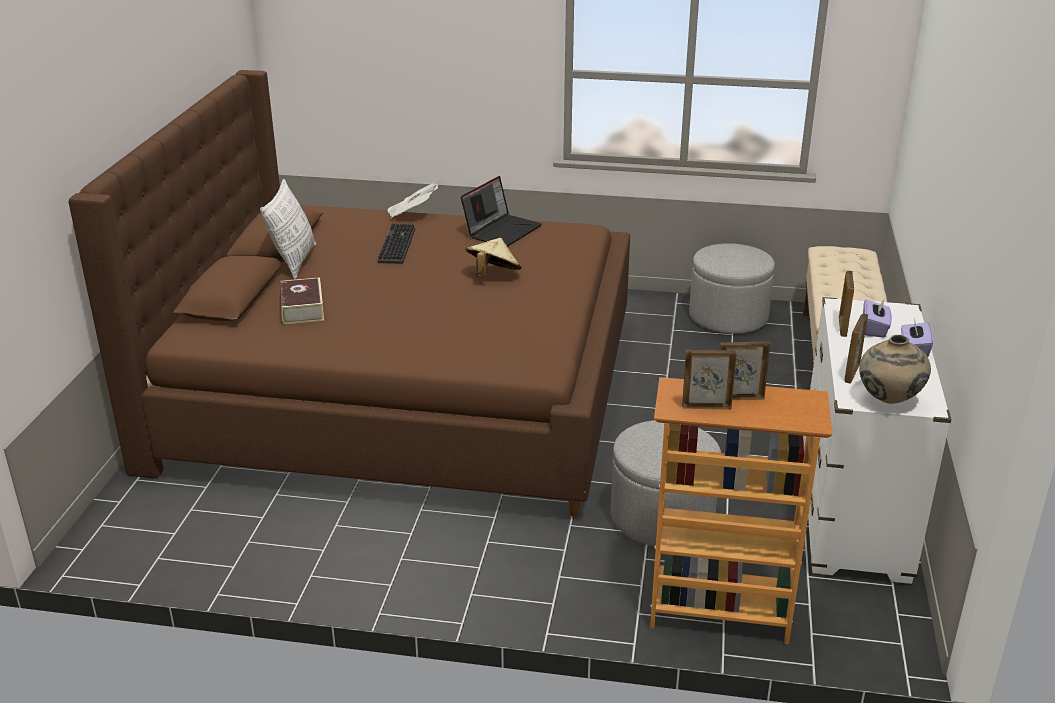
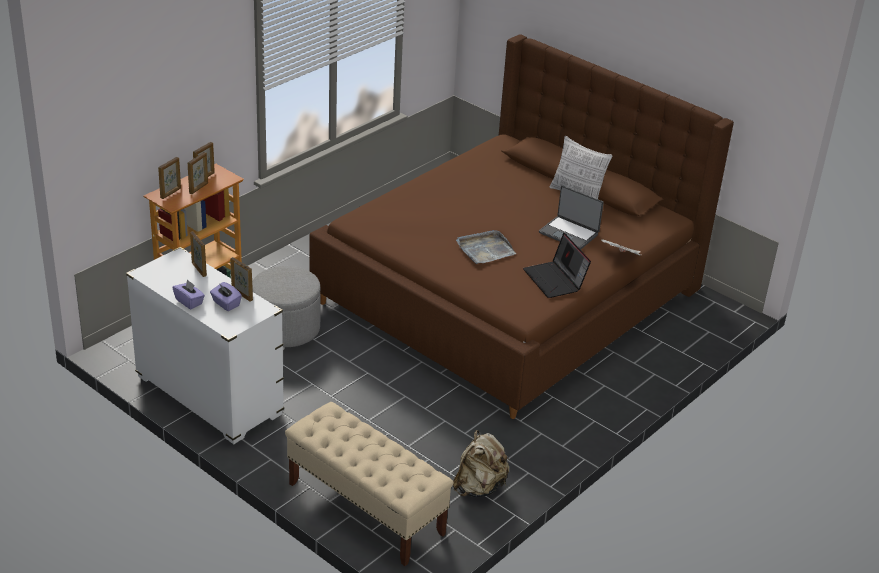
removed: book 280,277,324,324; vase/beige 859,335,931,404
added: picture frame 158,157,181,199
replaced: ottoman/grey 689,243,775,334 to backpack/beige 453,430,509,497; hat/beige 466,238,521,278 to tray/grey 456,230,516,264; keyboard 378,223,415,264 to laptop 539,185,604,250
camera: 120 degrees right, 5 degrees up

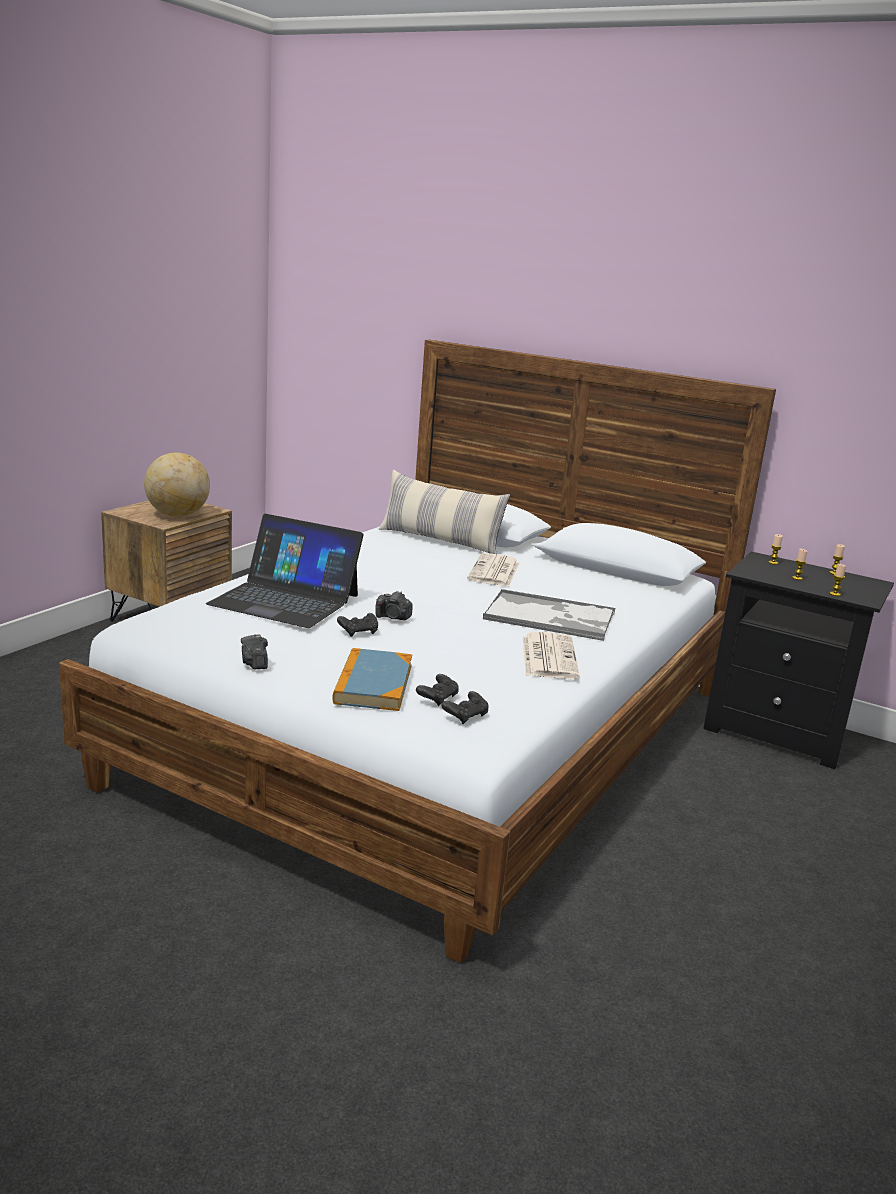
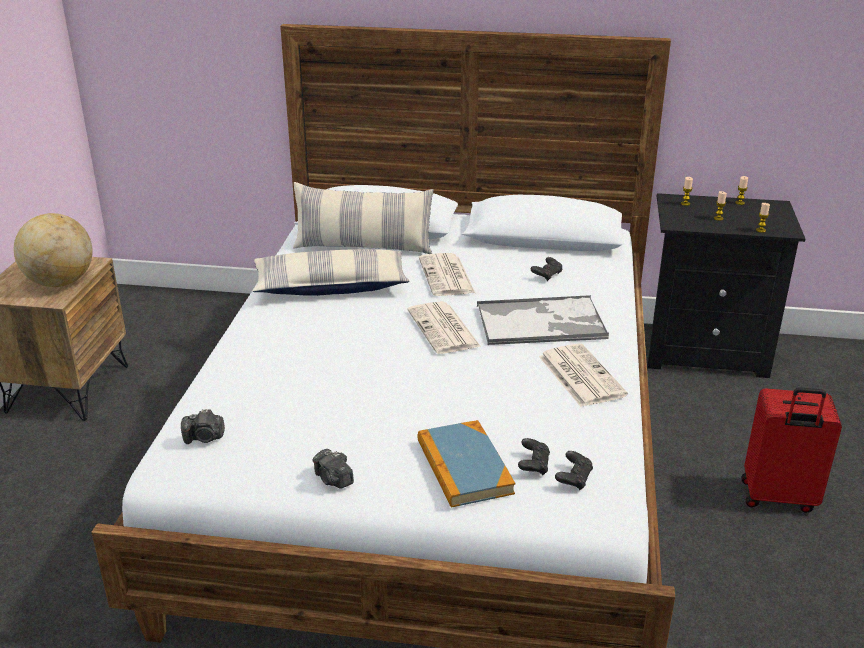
removed: laptop 206,514,363,628
added: pillow 252,249,410,296; newspaper 407,301,481,354; suitcase/red 741,387,842,513
moved: photo camera 376,591,412,620 to 181,409,225,444; game controller/black 337,613,378,637 to 531,257,562,281
camera: 20 degrees left, 10 degrees up

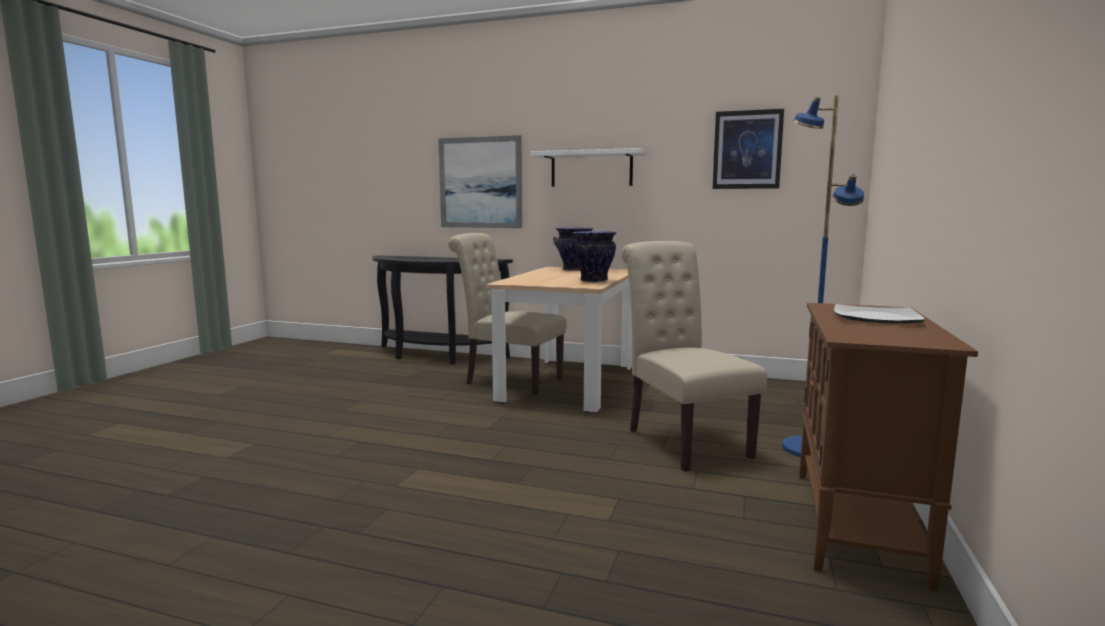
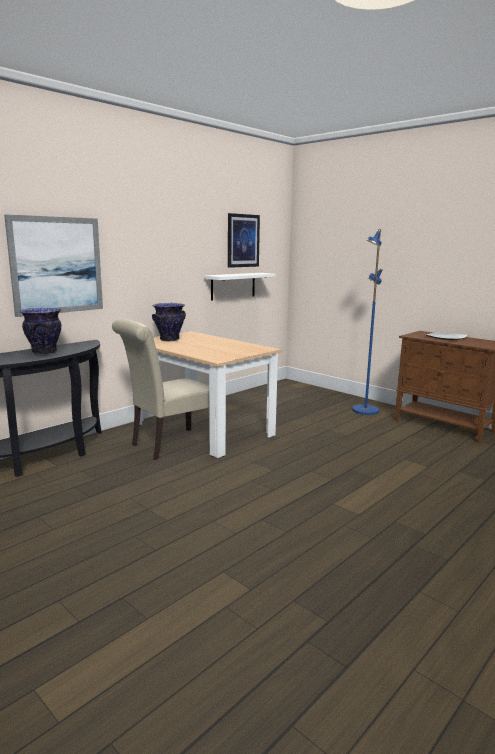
removed: chair/beige 621,241,767,472
moved: vase 572,231,617,283 to 19,308,62,355; shelf/white 530,148,646,187 to 204,273,276,301
camera: 65 degrees left, 5 degrees up

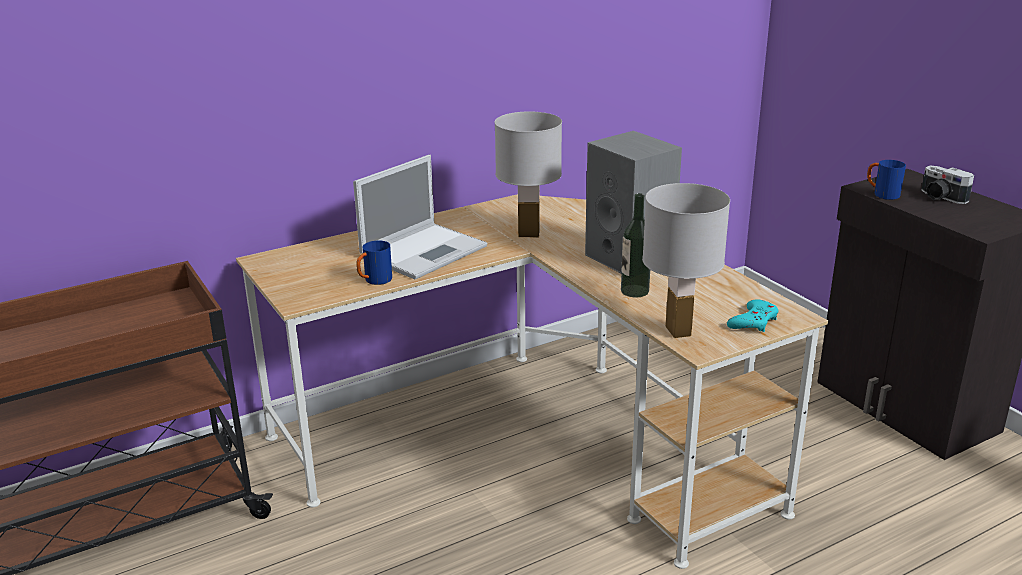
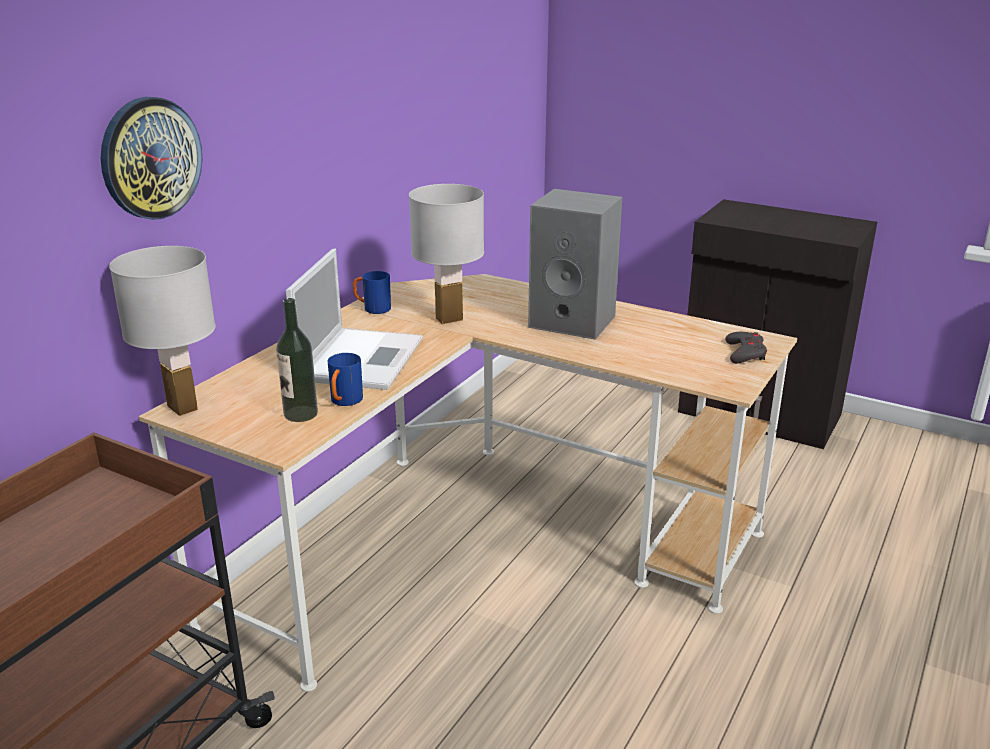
removed: photo camera 922,166,974,204
added: wall clock 101,97,202,220
moved: table lamp/white 642,183,730,338 to 109,246,216,416; bottle 621,193,650,298 to 276,298,318,422; mug/blue 867,160,906,200 to 353,271,391,314
recoloured: game controller/turquoise 727,299,778,332 to game controller/grey 725,332,767,364
camera: 30 degrees left, 0 degrees up

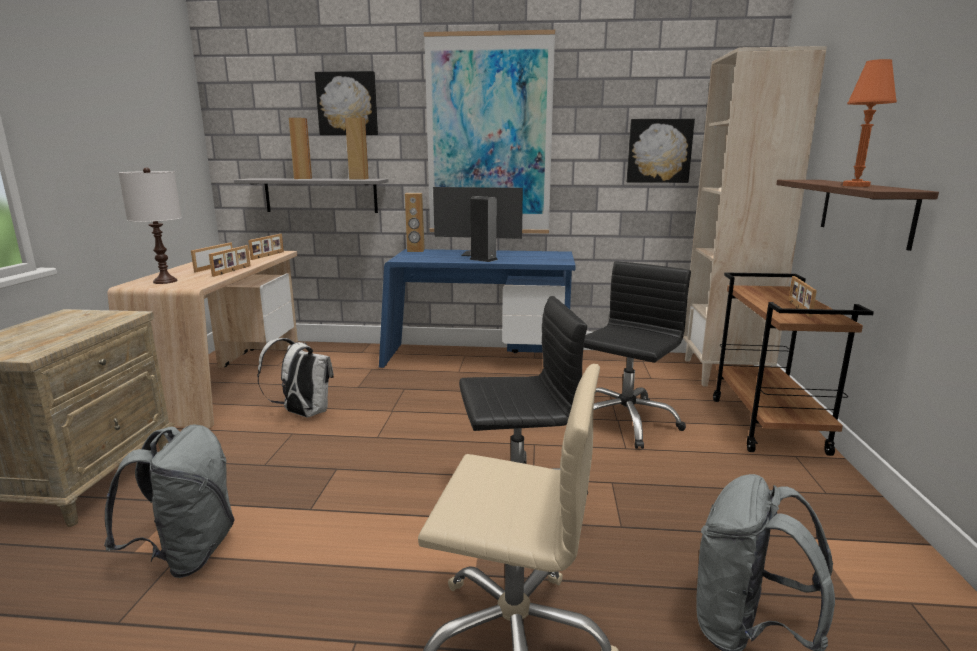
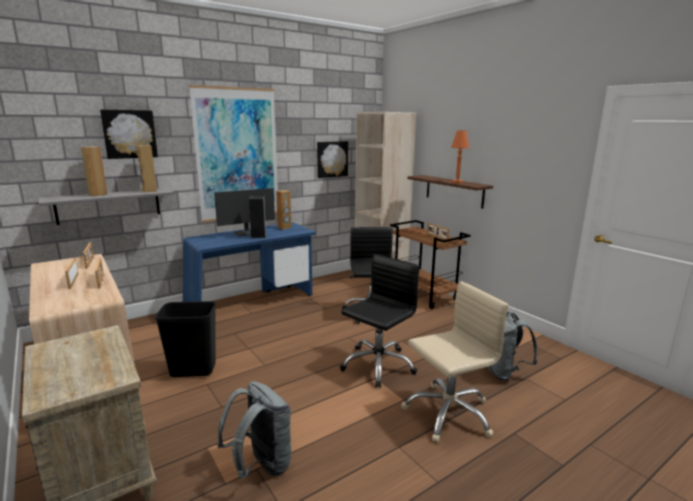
removed: table lamp/white 118,168,182,284
moved: speaker/brown 405,193,425,252 to 276,190,291,230
replaced: backpack/white 257,338,334,417 to trash can/black 155,301,216,377
camera: 40 degrees left, 0 degrees up

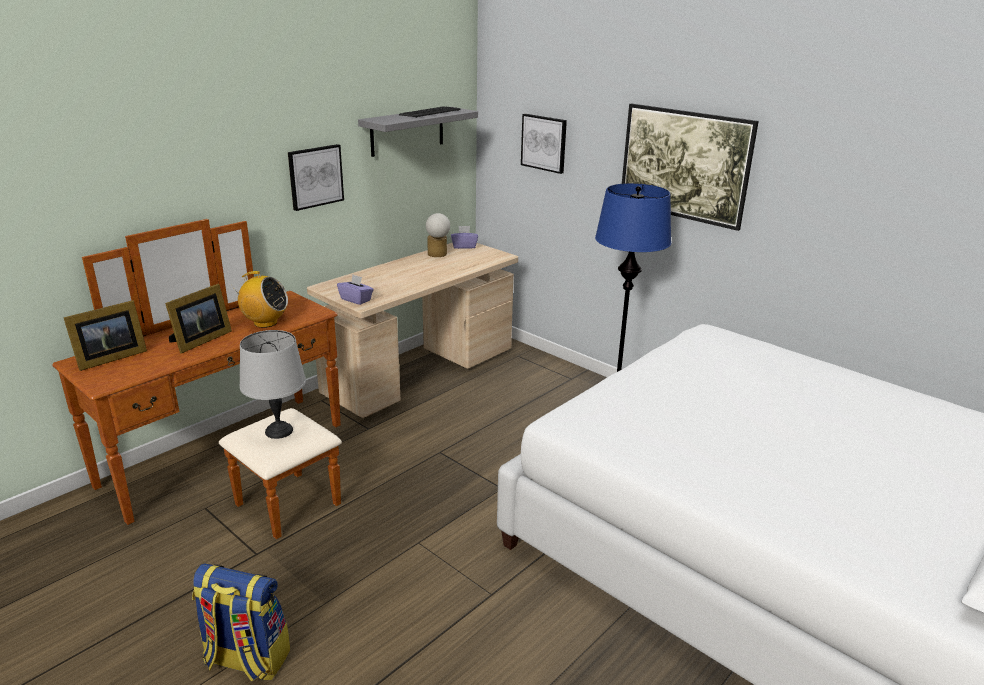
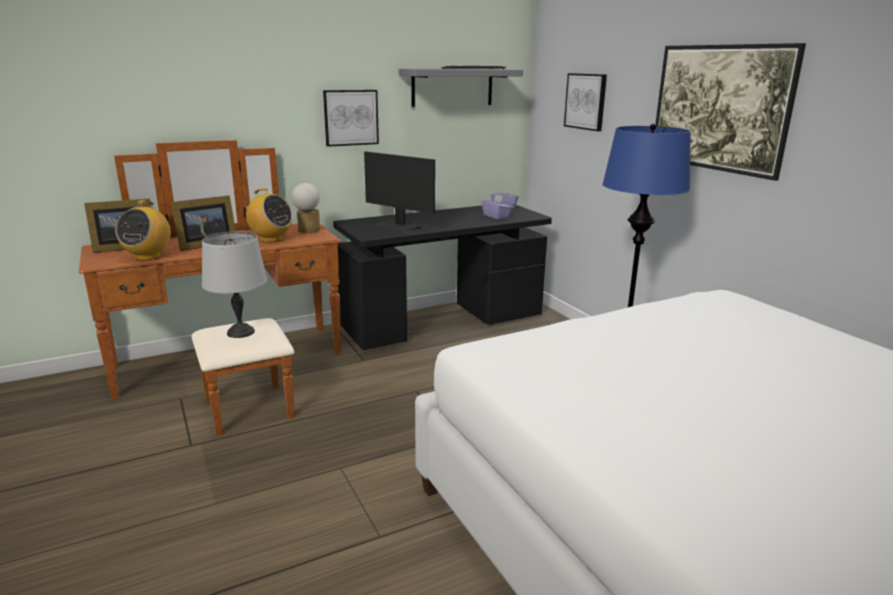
removed: backpack 192,563,290,682
added: radio 115,200,171,261; monitor 364,151,435,234
moved: table lamp 426,213,450,257 to 291,183,320,233; tissue box/purple 337,275,374,305 to 482,194,512,220
recoloured: desk/beige 307,243,518,418 to desk/black 333,205,552,350
camera: 20 degrees right, 5 degrees down

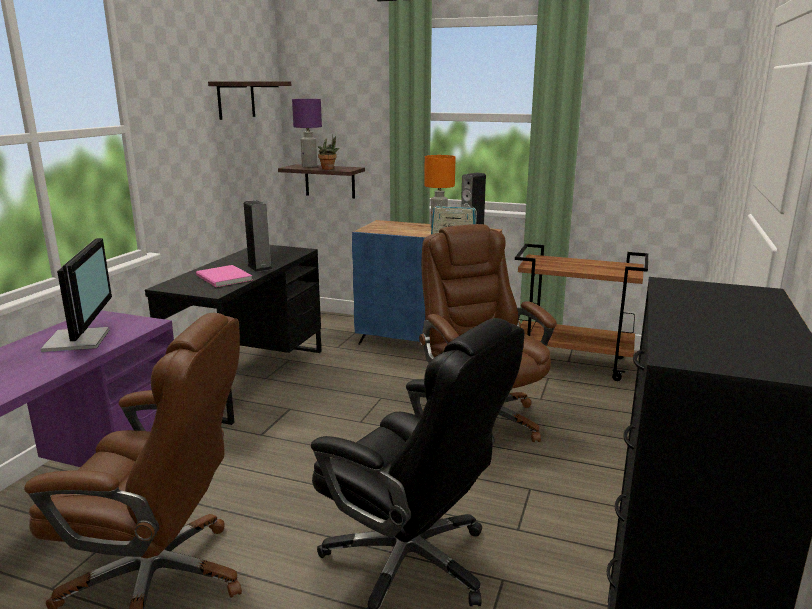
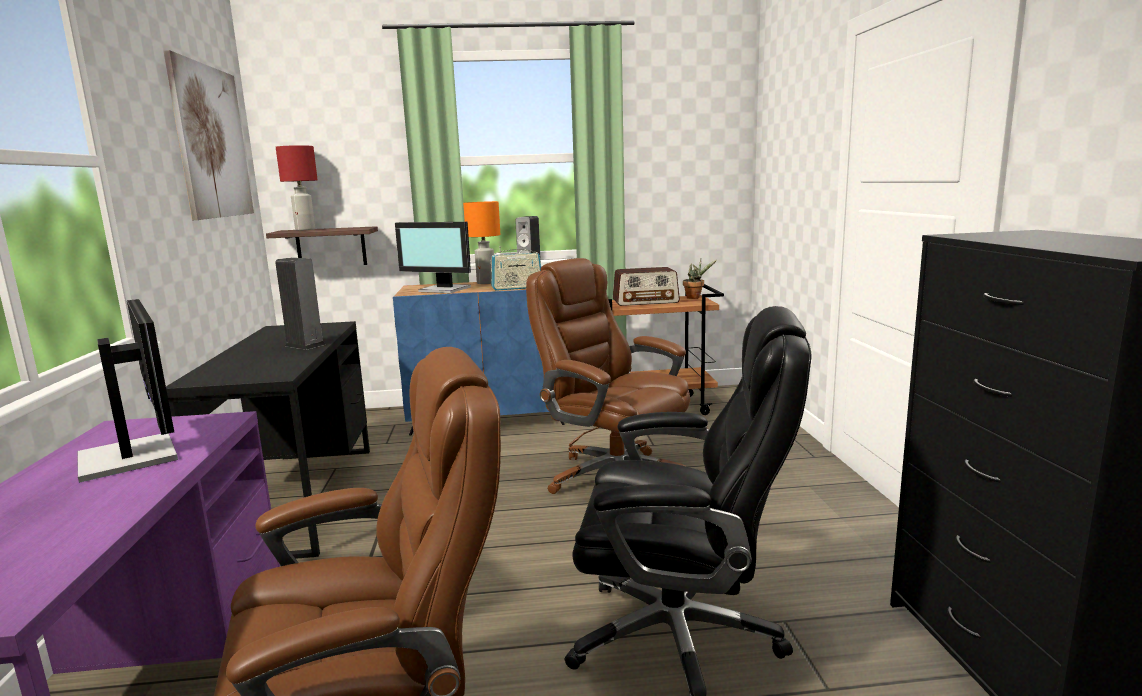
removed: book/pink 196,265,252,287
added: monitor 395,222,471,293; radio 613,267,680,306
moved: potted plant 318,135,339,170 to 683,259,717,299
replaced: shelf 208,81,291,120 to picture 164,50,254,220
recoloured: table lamp/purple 292,99,322,167 to table lamp/red 276,145,318,231
camera: 25 degrees left, 5 degrees down

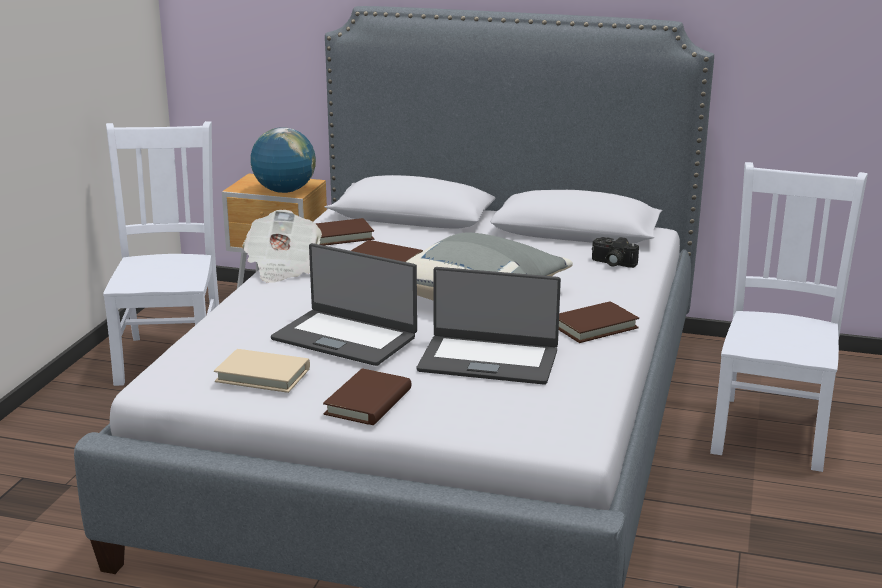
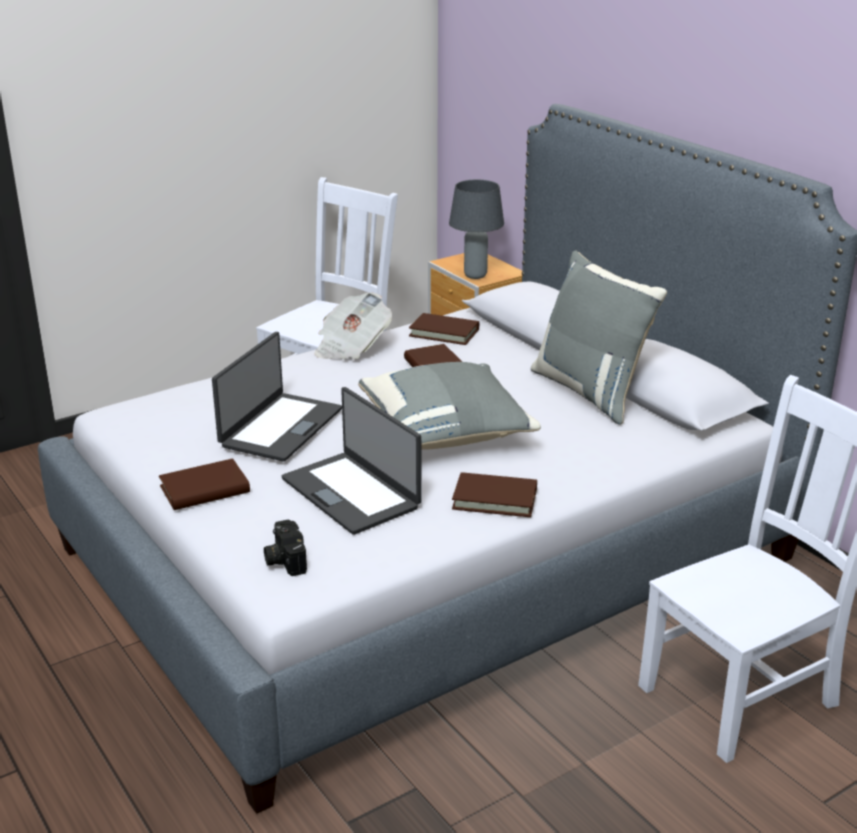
removed: book/beige 214,349,310,393
added: pillow/grey 531,251,667,425
moved: photo camera 592,237,639,268 to 264,519,307,576
replaced: globe 250,127,316,193 to table lamp/grey 449,180,504,279
turned: laptop 271,243,417,366 = 212,332,342,462 135 degrees counterclockwise
camera: 40 degrees right, 5 degrees up

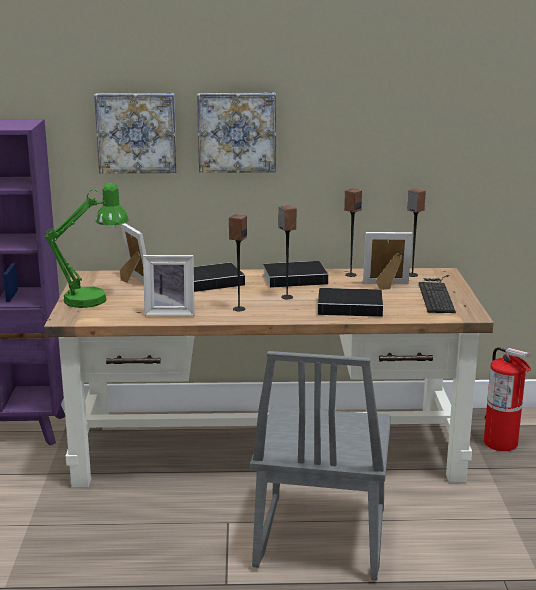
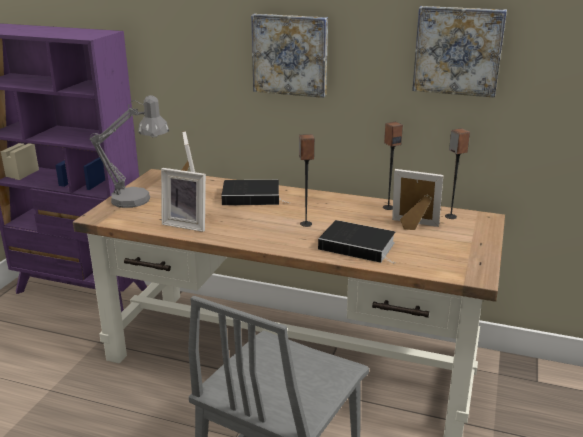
removed: speaker 229,214,247,311; book 263,261,339,288; keyboard 419,275,456,313; fire extinguisher 484,347,531,451
moved: picture 94,93,177,174 to 412,6,507,98
recoloured: table lamp/green 45,183,129,308 to table lamp/grey 90,95,169,208
camera: 20 degrees right, 5 degrees up

